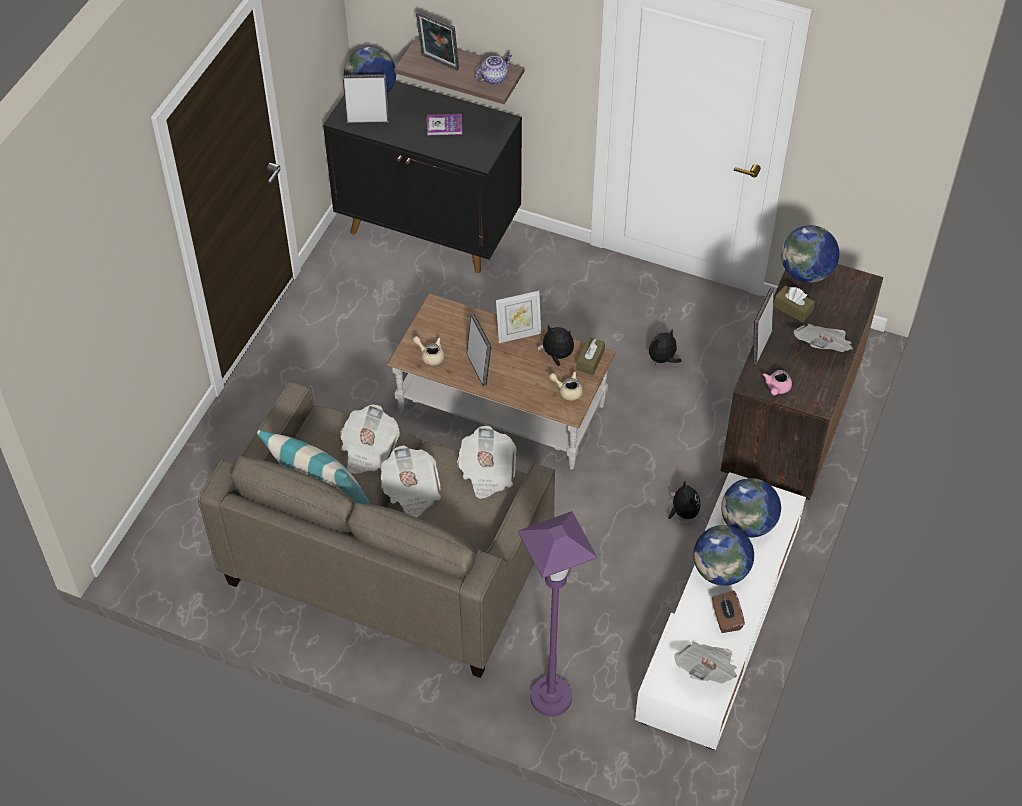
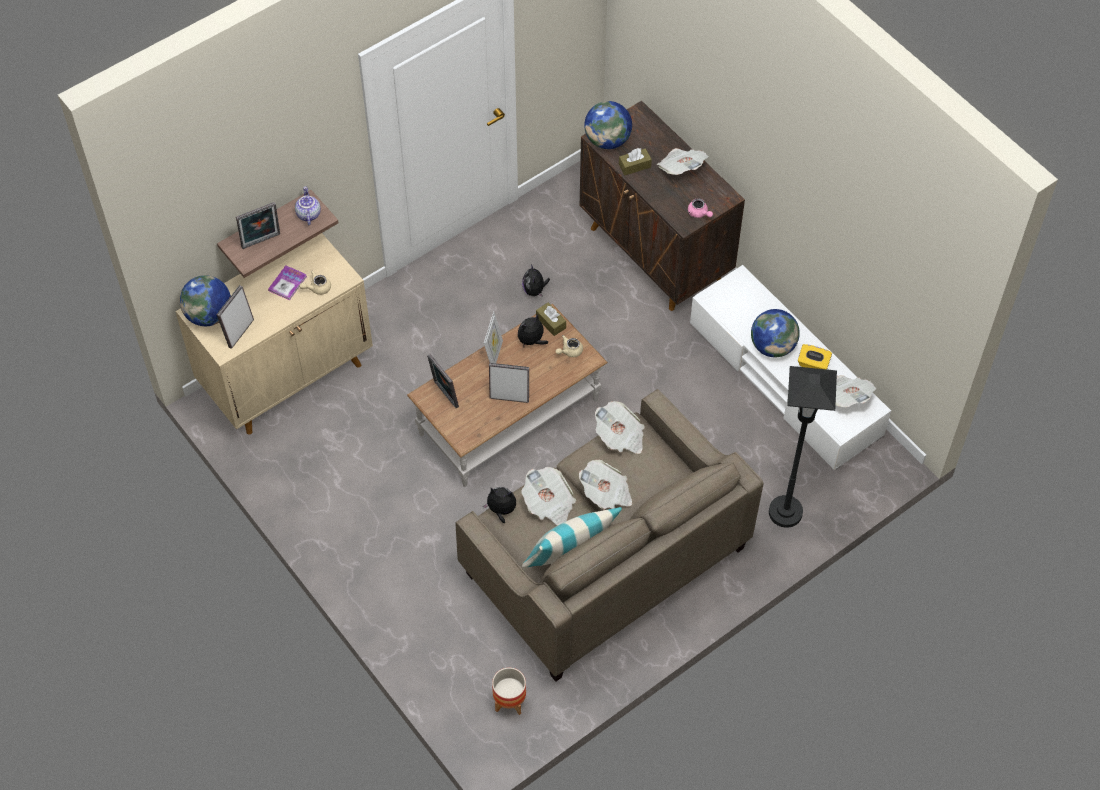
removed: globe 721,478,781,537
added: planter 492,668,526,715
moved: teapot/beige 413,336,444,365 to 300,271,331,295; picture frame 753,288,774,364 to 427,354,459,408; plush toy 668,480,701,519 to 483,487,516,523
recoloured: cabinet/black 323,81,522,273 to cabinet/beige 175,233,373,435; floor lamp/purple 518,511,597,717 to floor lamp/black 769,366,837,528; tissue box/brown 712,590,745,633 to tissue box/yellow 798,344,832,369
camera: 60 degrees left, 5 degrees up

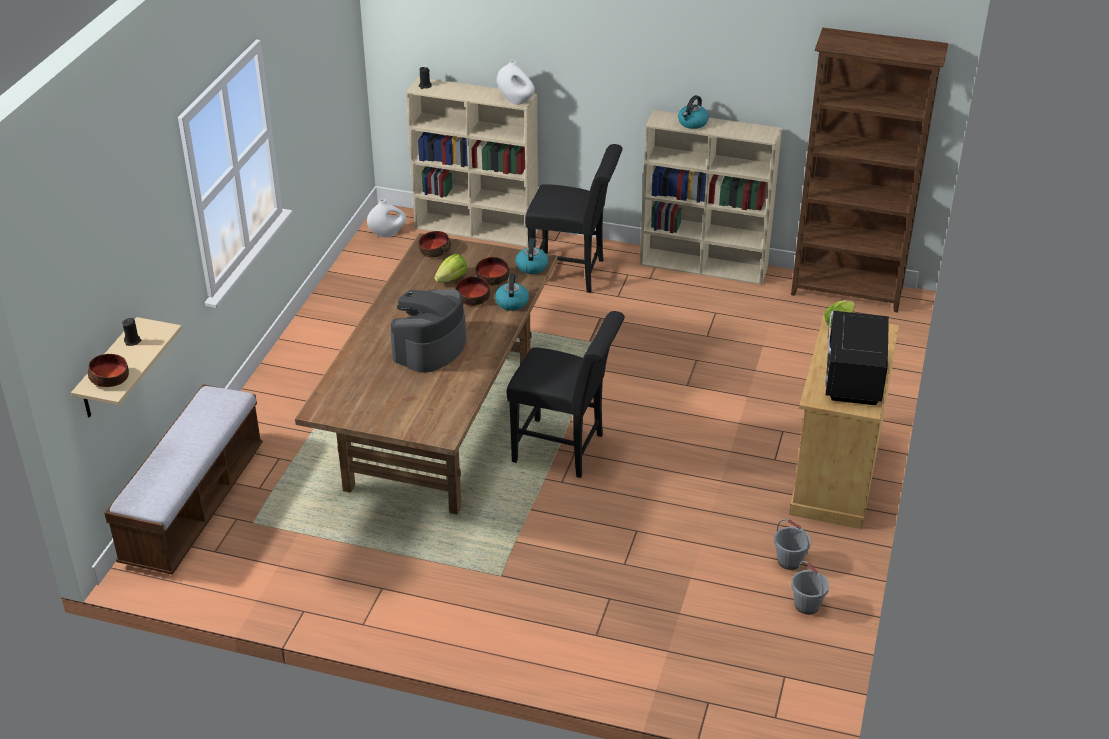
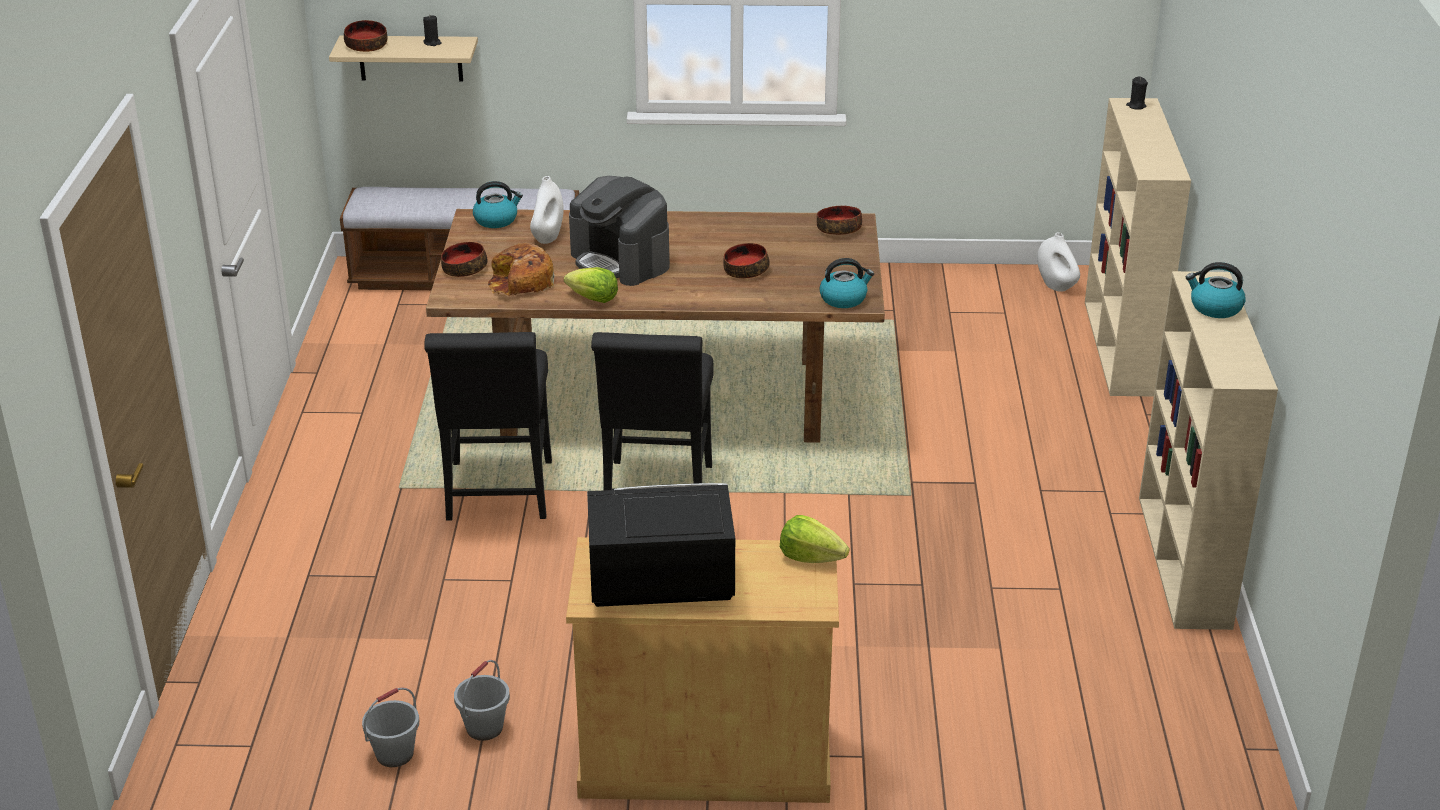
removed: bookcase/brown 791,28,949,313
added: bread 488,243,555,296
moved: chair/black 525,144,623,293 to 424,332,552,520; bowl 476,257,510,286 to 441,242,488,277; kettle 495,274,529,311 to 473,181,523,228; vase/white 497,60,535,104 to 530,176,564,244; lettuce 434,254,467,282 to 564,267,618,303
turned: coffee machine 390,289,466,373 = 569,176,670,286 150 degrees counterclockwise
camera: 75 degrees right, 5 degrees down

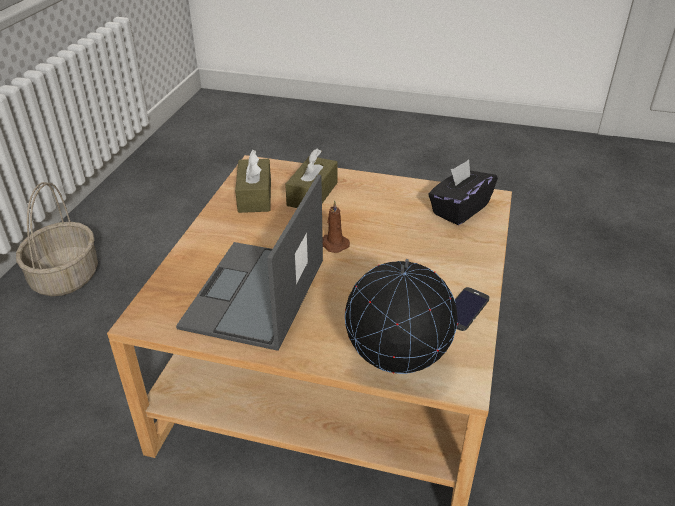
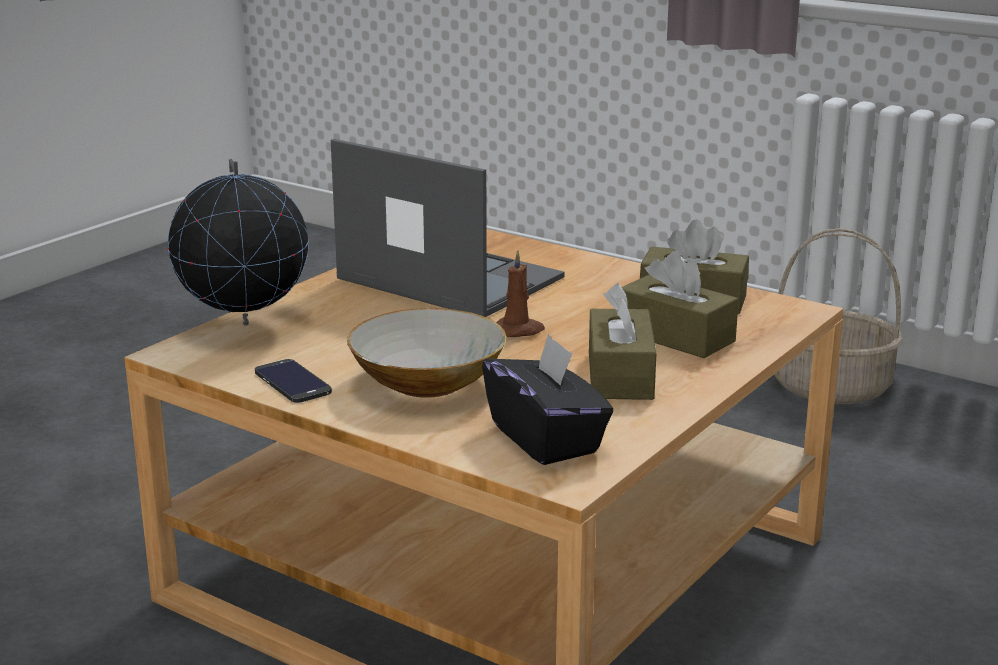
added: bowl 347,308,507,398; tissue box/brown 589,283,657,400
camera: 110 degrees right, 15 degrees down

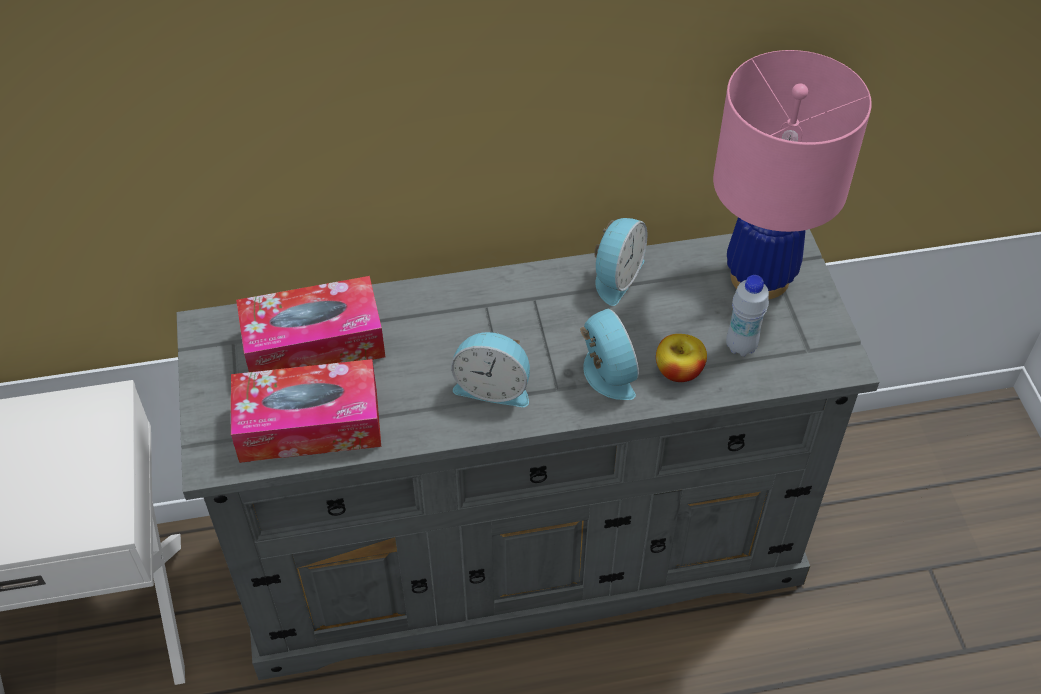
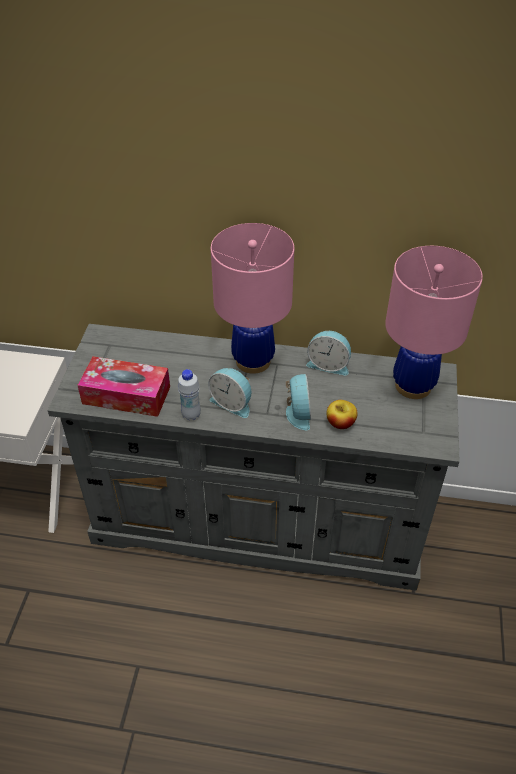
removed: tissue box 236,276,385,372
added: table lamp/pink 211,223,294,374
moved: bottle/white 726,275,769,356 to 178,369,201,420
turned: alarm clock 594,218,647,306 = 306,331,351,376 60 degrees clockwise
camera: 20 degrees right, 5 degrees down

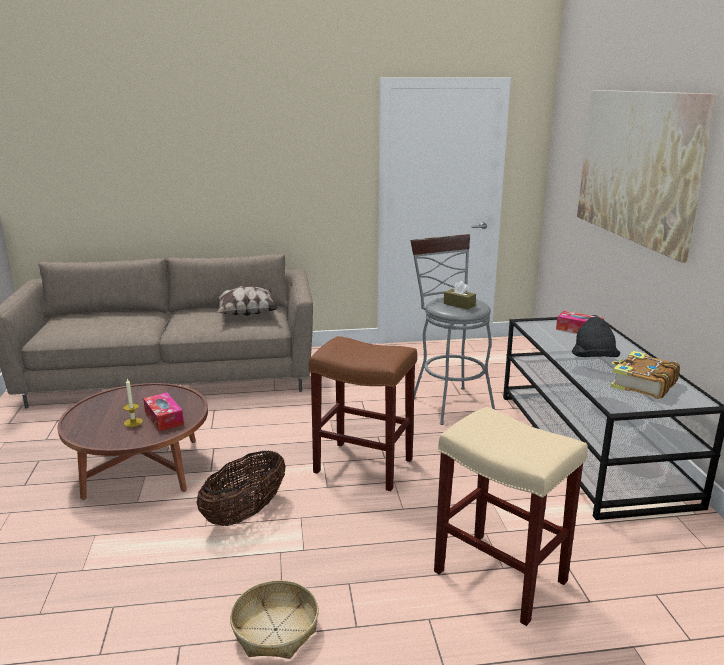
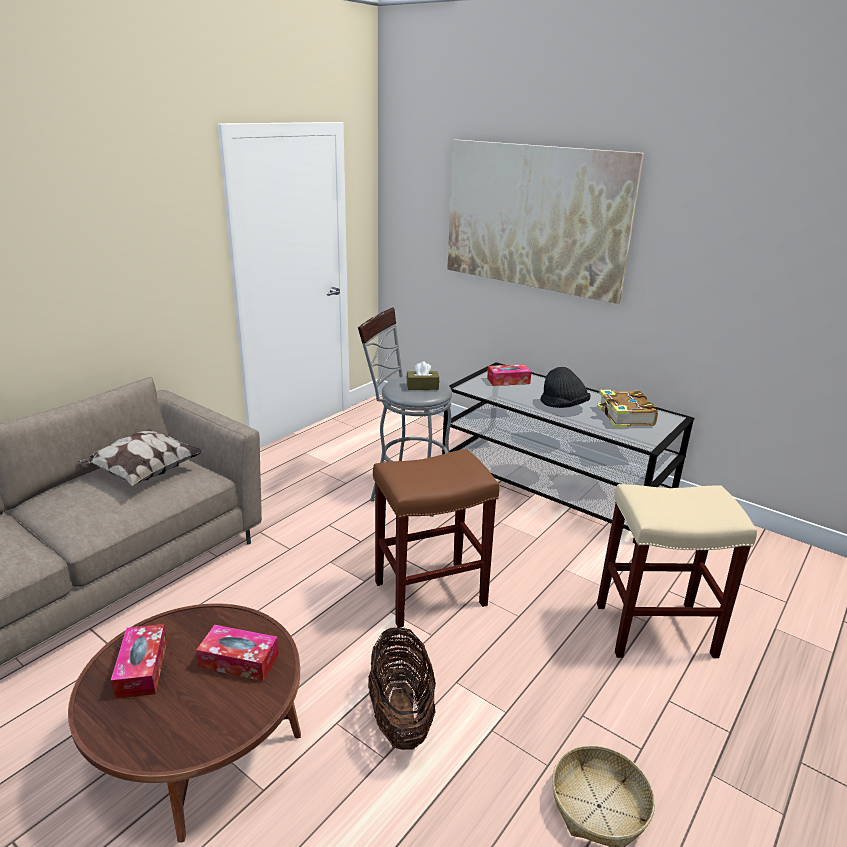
removed: candle 123,379,143,427
added: tissue box 111,624,167,699
camera: 45 degrees left, 5 degrees up

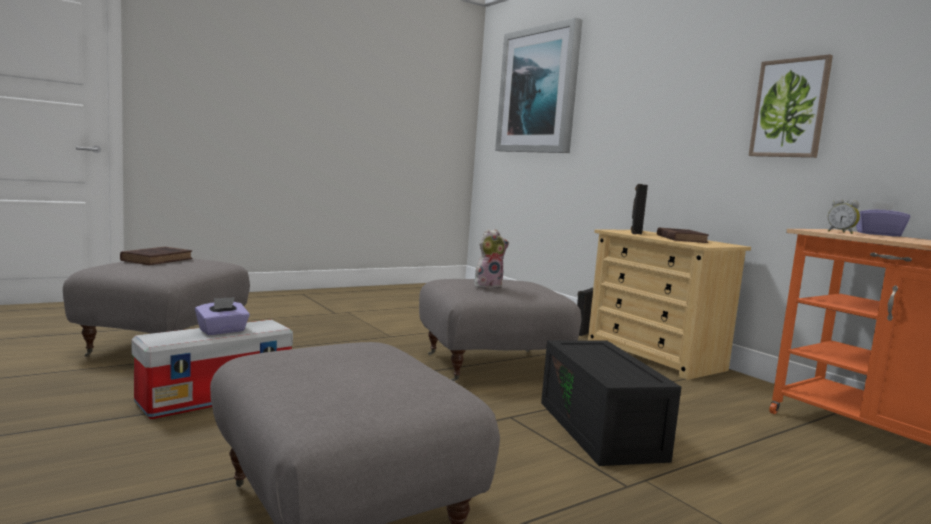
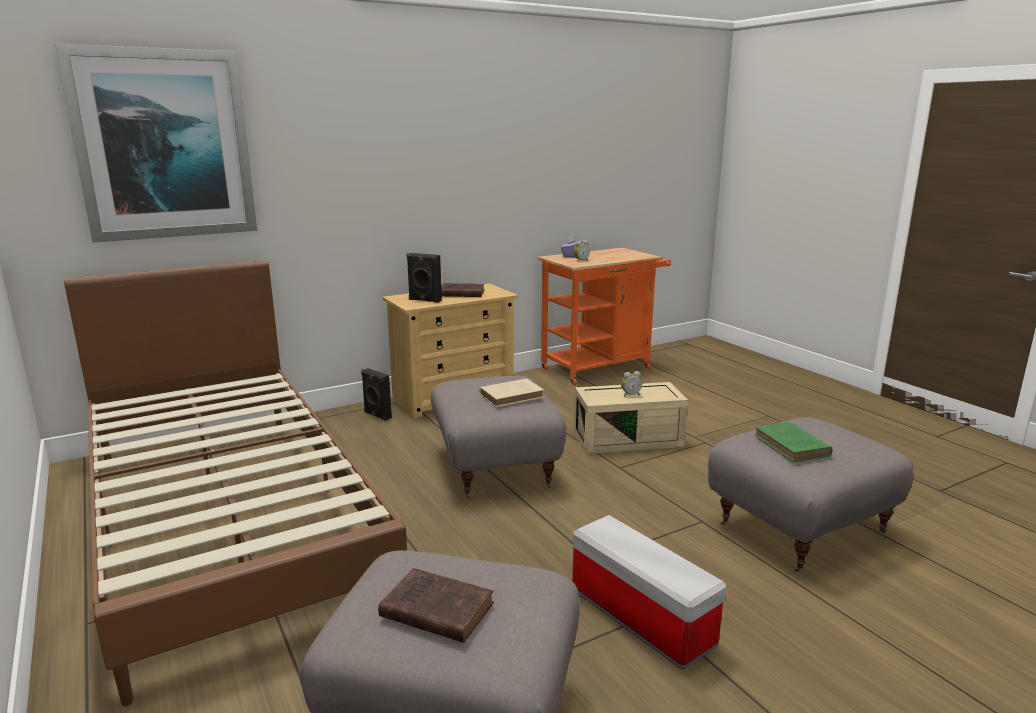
removed: tissue box/purple 195,297,250,335; picture 749,54,833,158
added: bed/brown 64,260,407,706; alarm clock 621,371,642,397; book/green 754,422,833,462
replaced: plush toy 474,229,509,289 to book/beige 479,379,544,407
recoloured: storage box/black 541,340,681,466 to storage box/beige 574,382,688,454
camera: 85 degrees left, 10 degrees up

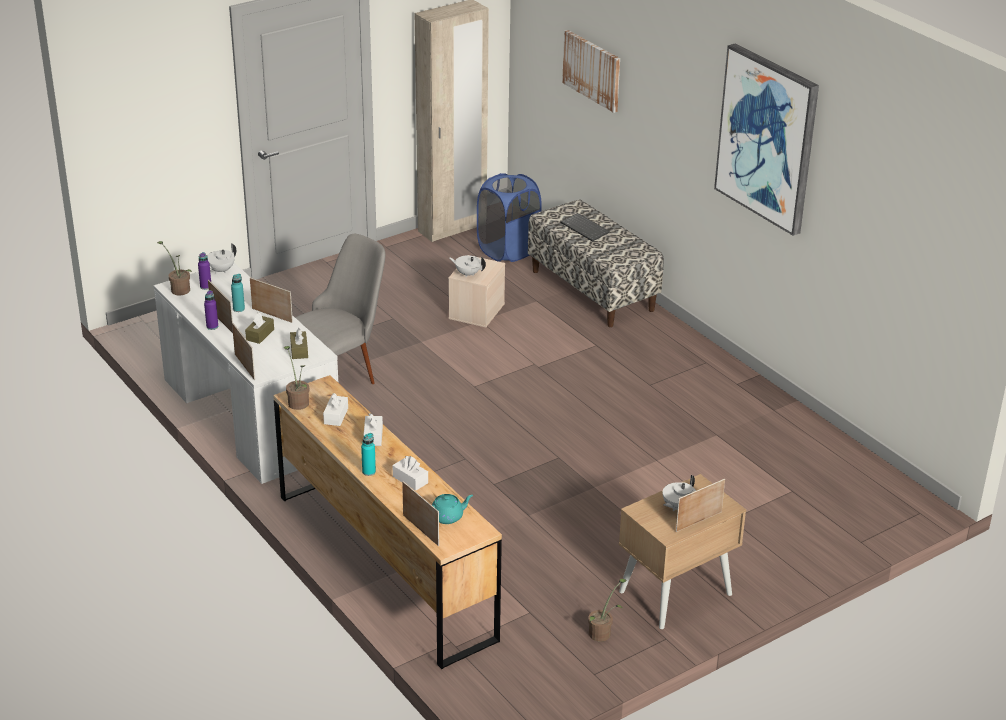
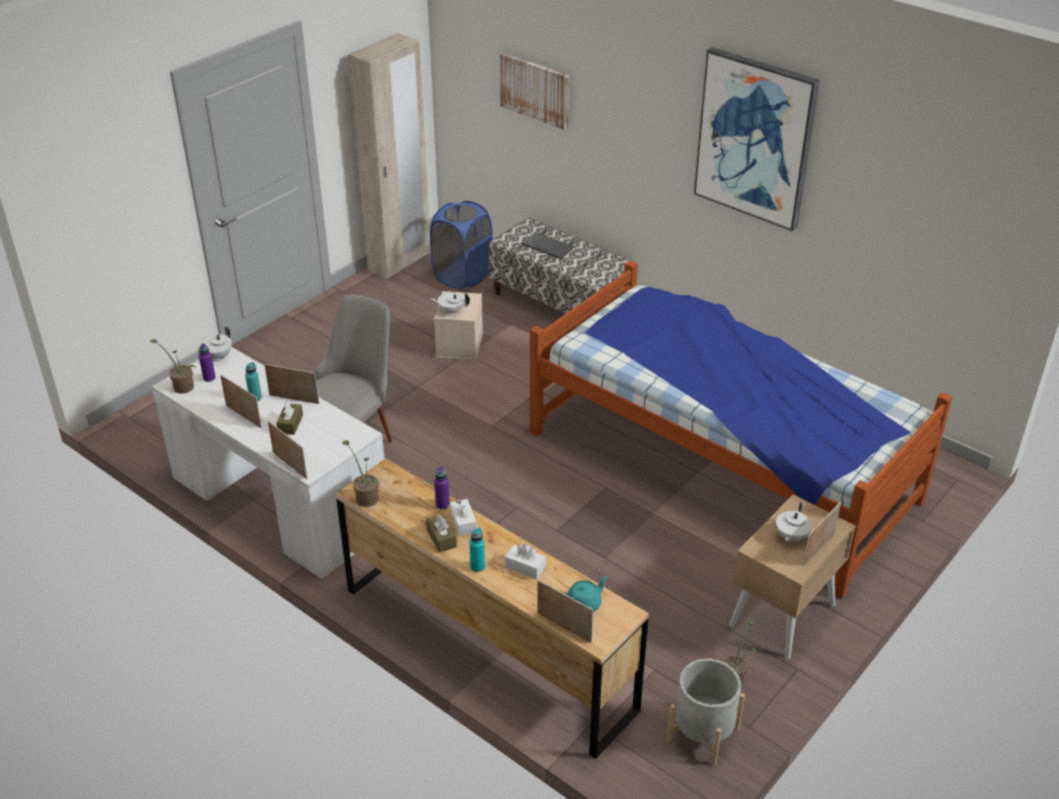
removed: tissue box/white 323,393,348,426
added: bed 530,260,952,598; planter/grey 667,659,745,766
moved: tissue box/brown 290,328,308,359 to 426,514,457,553; bottle/purple 204,290,218,330 to 434,466,450,510
camera: 15 degrees left, 5 degrees up

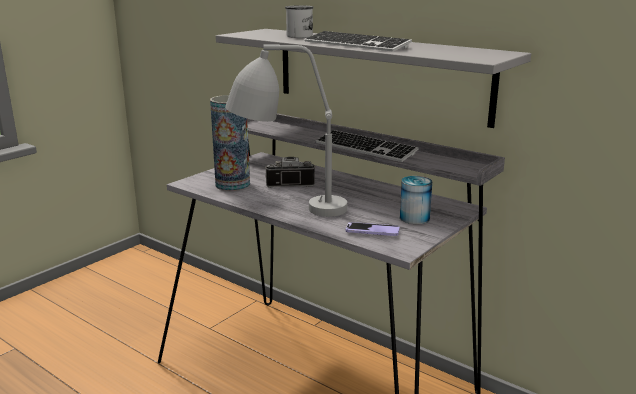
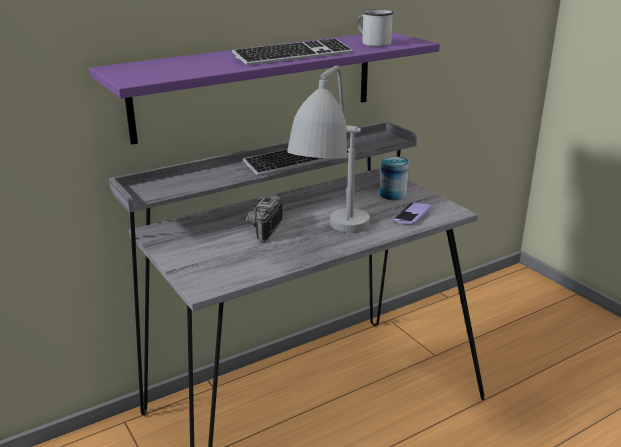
removed: vase 210,95,250,191
moved: mug/white 285,5,314,38 to 357,9,394,47
recoloured: shelf/grey 216,29,531,128 to shelf/purple 89,32,440,145
camera: 70 degrees left, 5 degrees up

